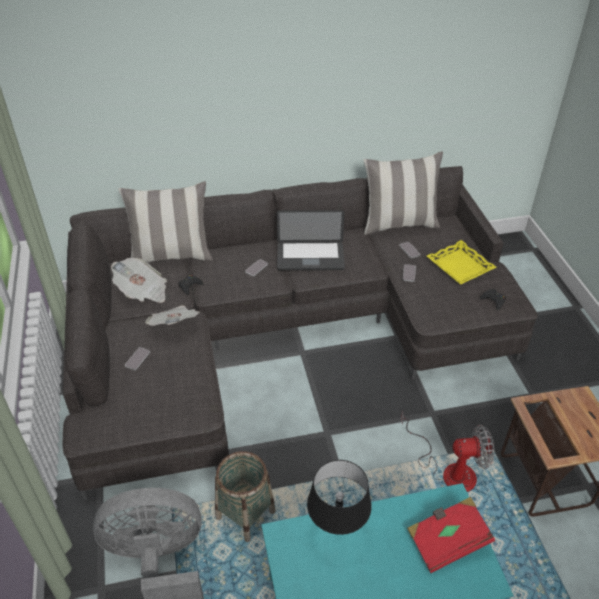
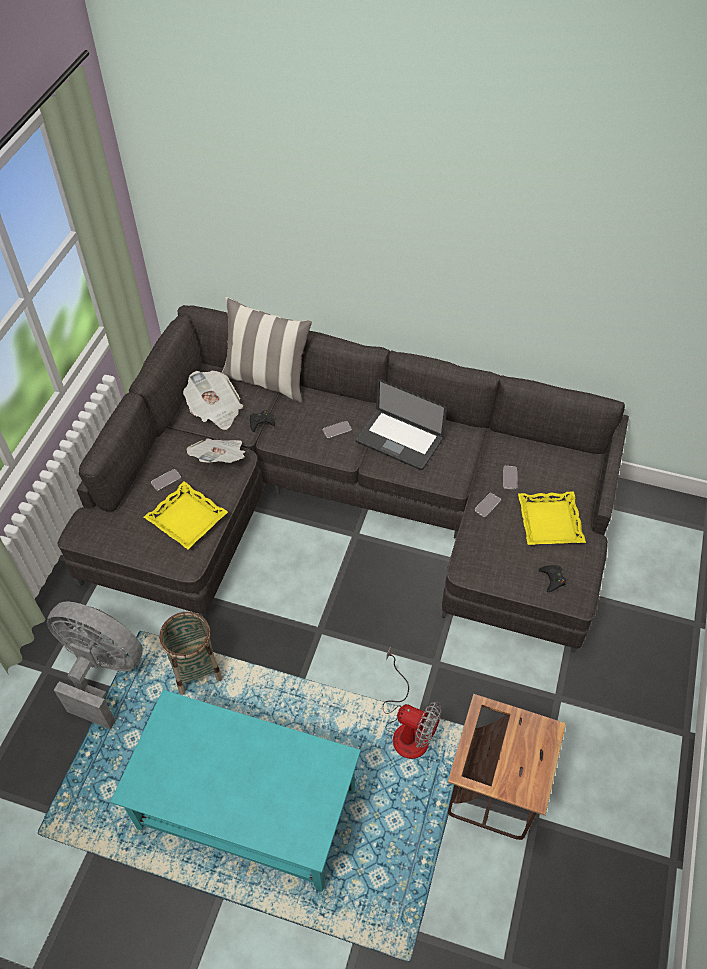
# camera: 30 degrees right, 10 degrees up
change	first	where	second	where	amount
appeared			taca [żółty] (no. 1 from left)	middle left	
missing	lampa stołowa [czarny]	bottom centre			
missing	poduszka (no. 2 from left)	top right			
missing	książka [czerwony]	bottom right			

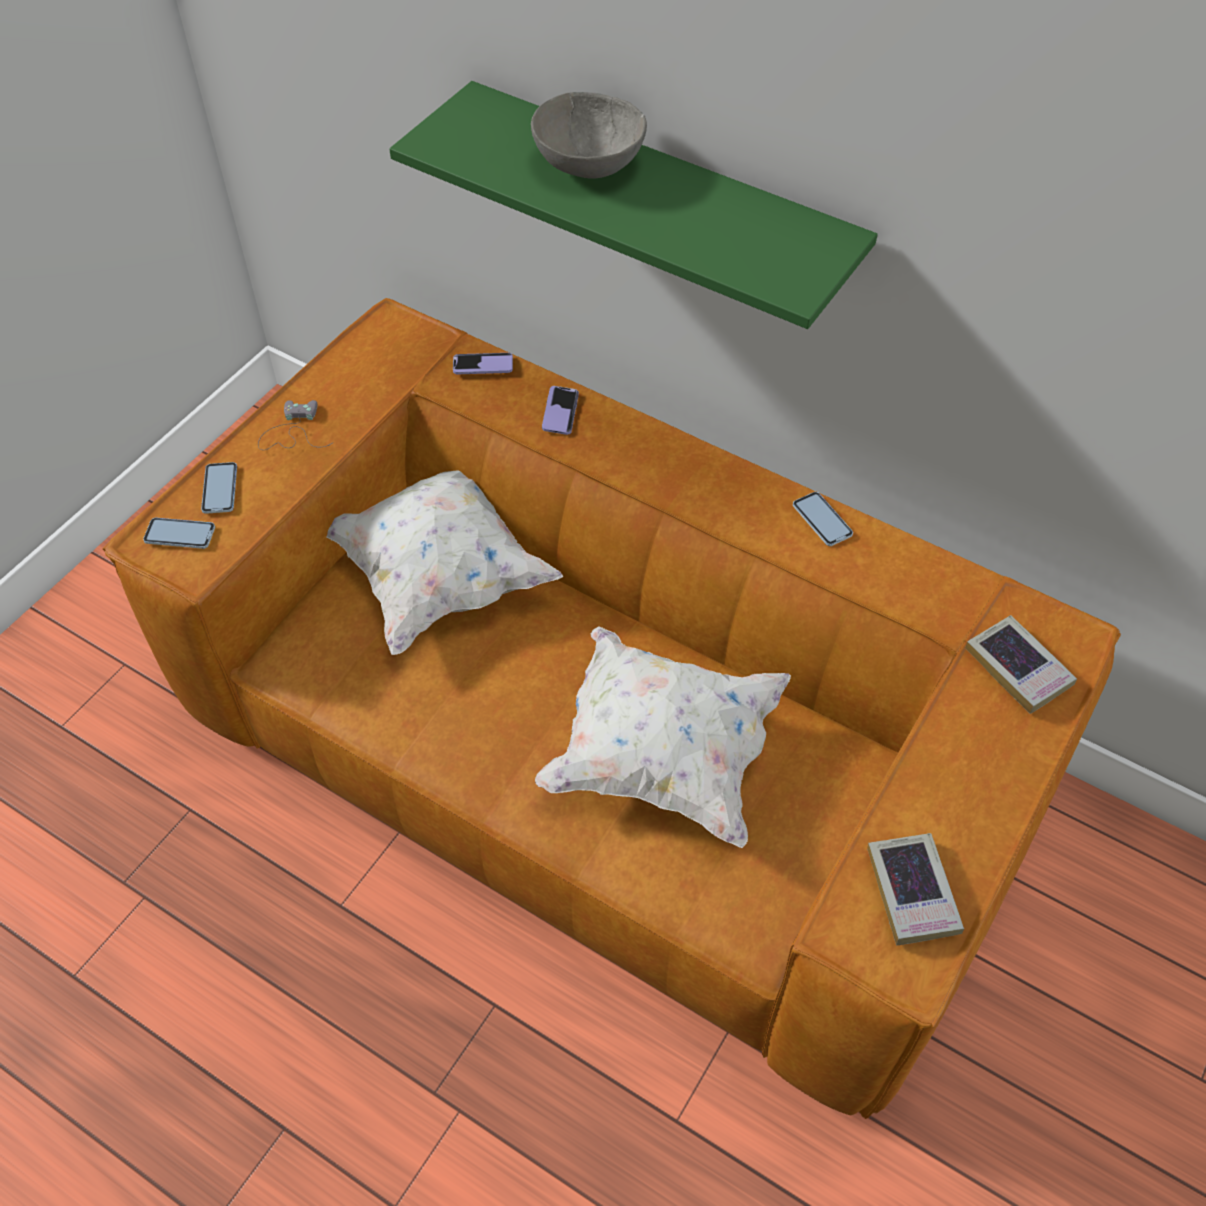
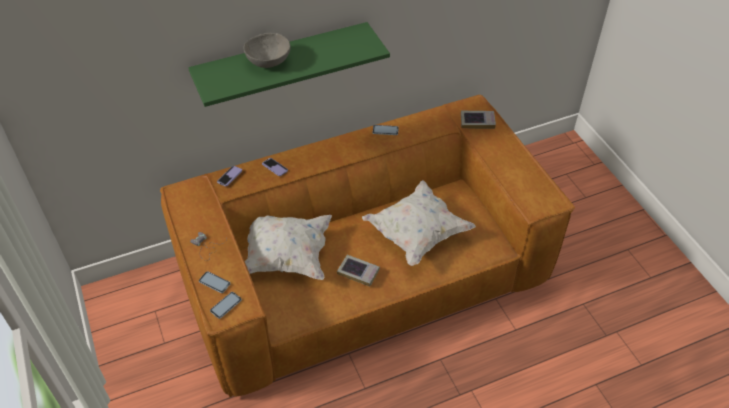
# camera: 55 degrees left, 5 degrees down
change	first	where	second	where	amount
relocated	książka (no. 1 from left)	bottom right		centre	

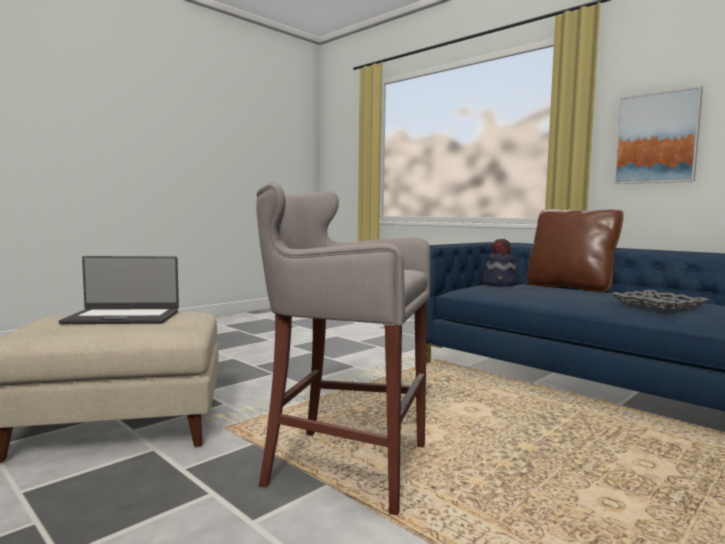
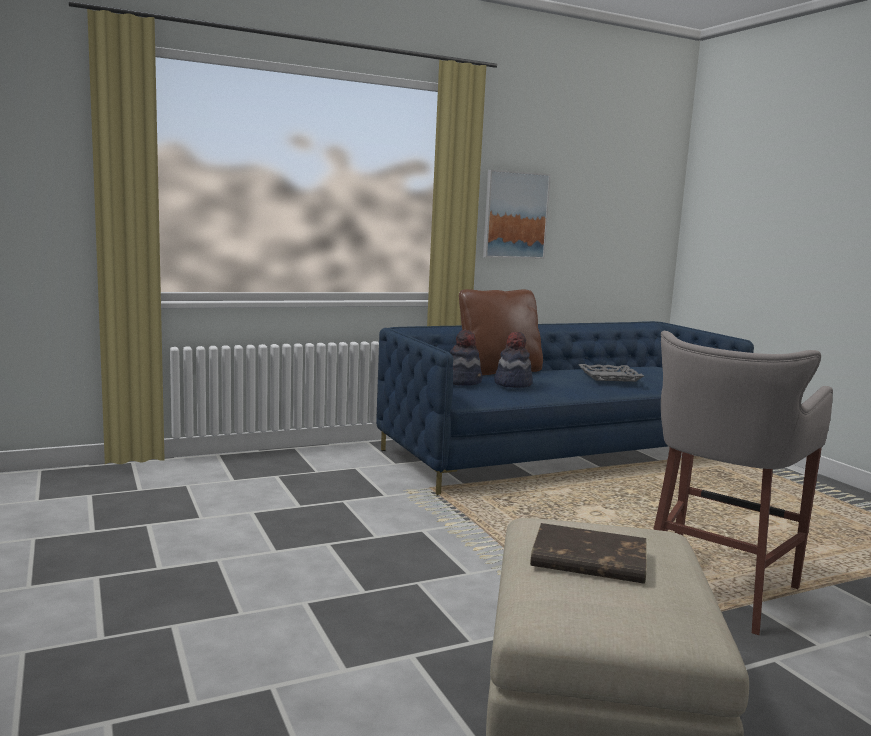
# camera: 70 degrees left, 5 degrees up
change	first	where	second	where	amount
appeared			kapelusz (no. 2 from left)	centre	
exchanged	laptop	middle left	książka [brązowy]	bottom right	

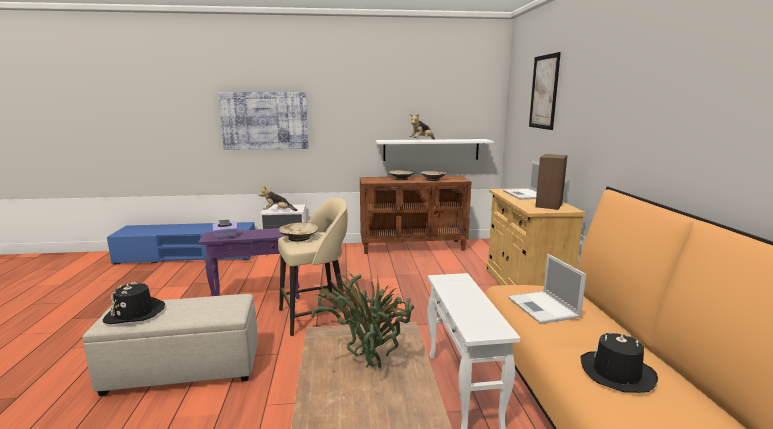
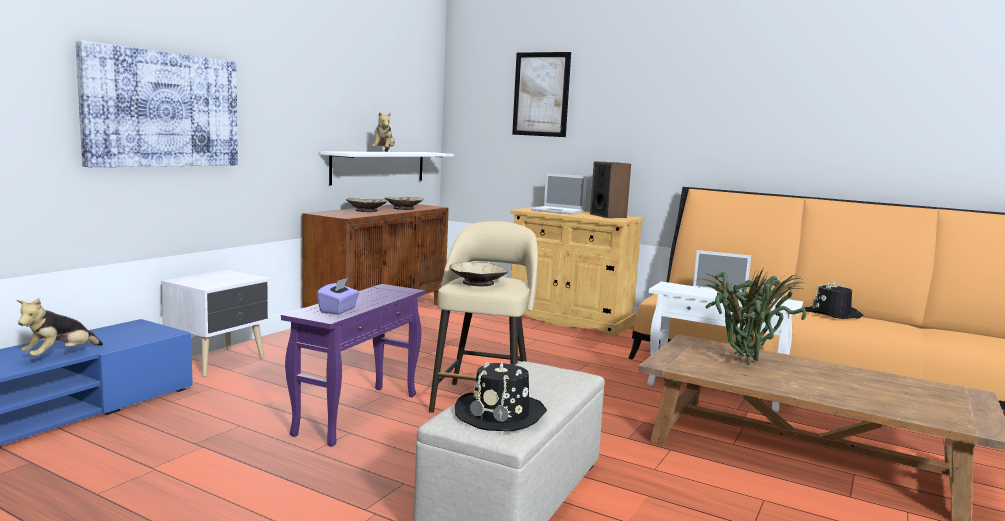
# camera: 55 degrees left, 5 degrees down
change	first	where	second	where	amount
relocated	pluszak (no. 1 from left)	centre		middle left	

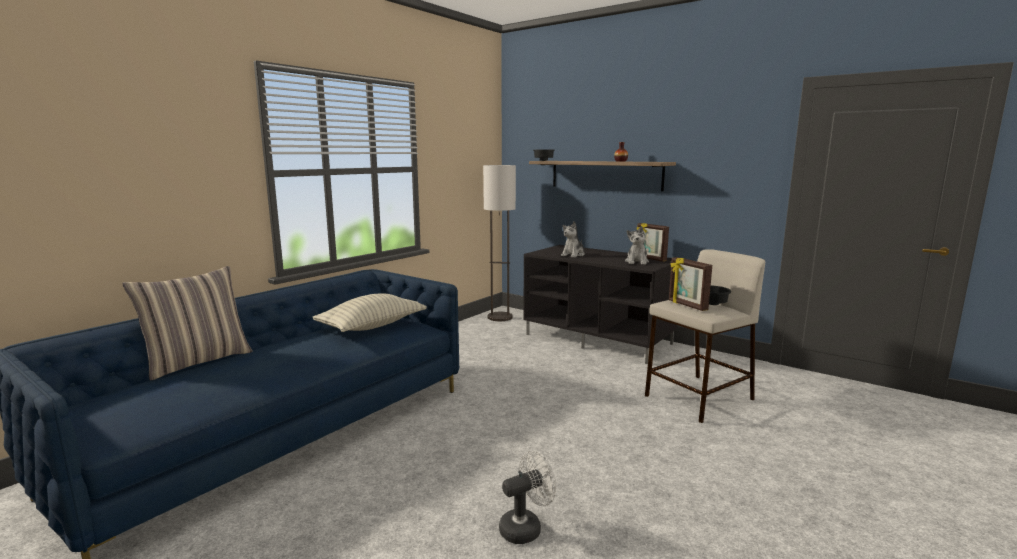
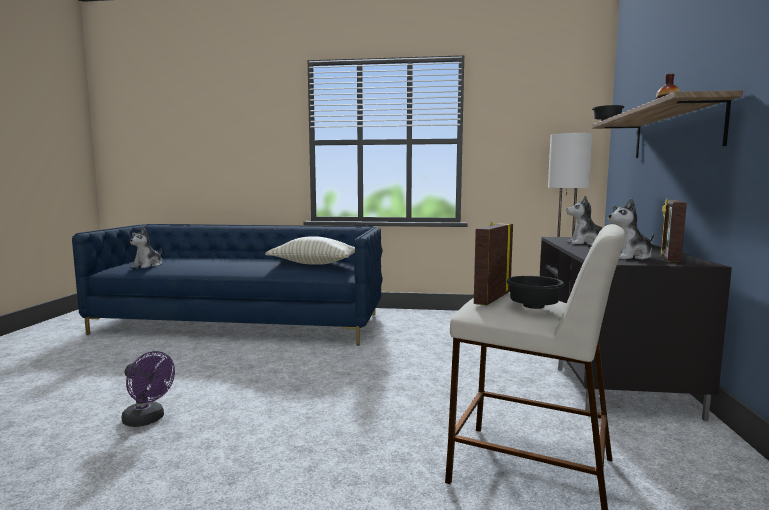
# camera: 60 degrees right, 5 degrees down
change	first	where	second	where	amount
colour	wentylator [biały]	bottom centre	wentylator [fioletowy]	bottom left	
appeared			pluszak (no. 1 from left)	middle left	
missing	poduszka (no. 1 from left)	middle left			

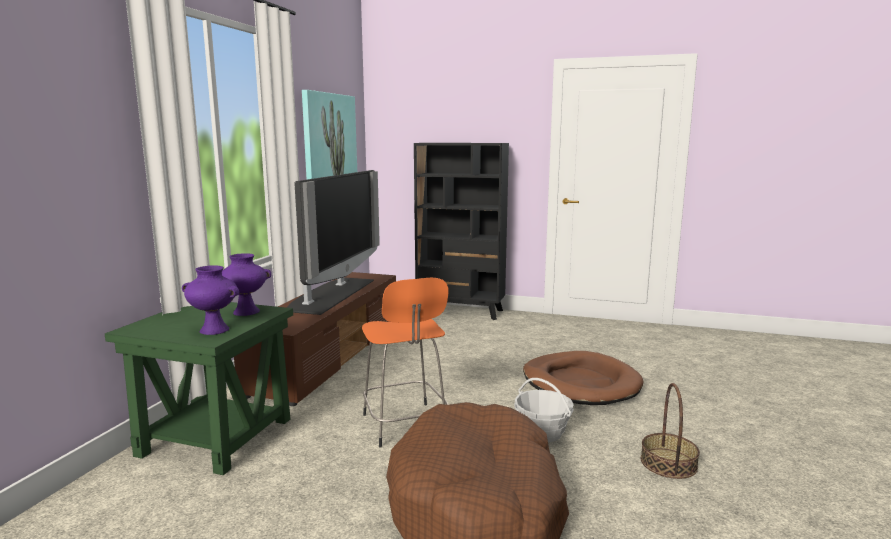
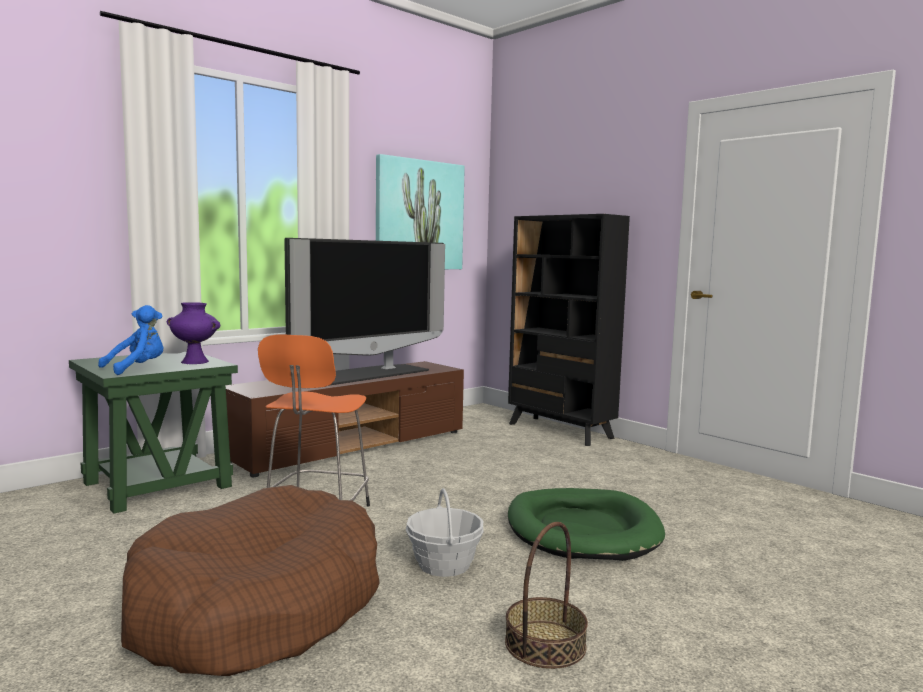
# camera: 30 degrees right, 5 degrees down
change	first	where	second	where	amount
exchanged	wazon [fioletowy] (no. 1 from left)	middle left	pluszak [niebieski]	middle left	
colour	legowisko [brązowy] (no. 2 from left)	bottom centre	legowisko [zielony]	bottom centre	

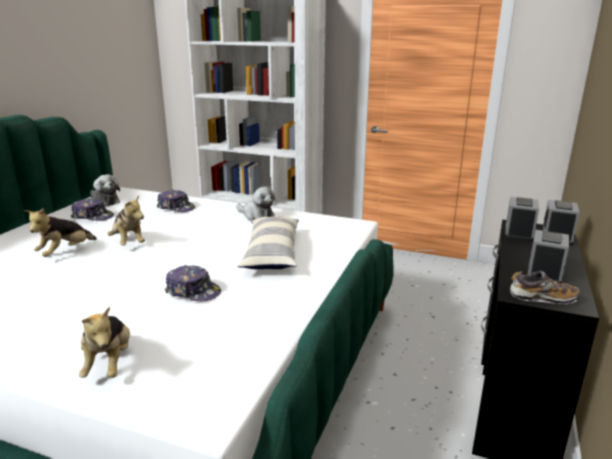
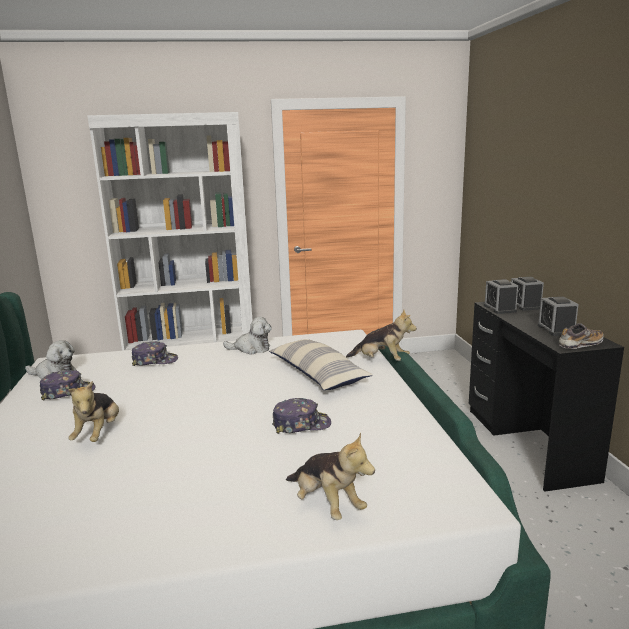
# camera: 30 degrees left, 5 degrees down
change	first	where	second	where	amount
relocated	pluszak (no. 4 from left in the first image)	middle left	pluszak (no. 5 from left)	centre	

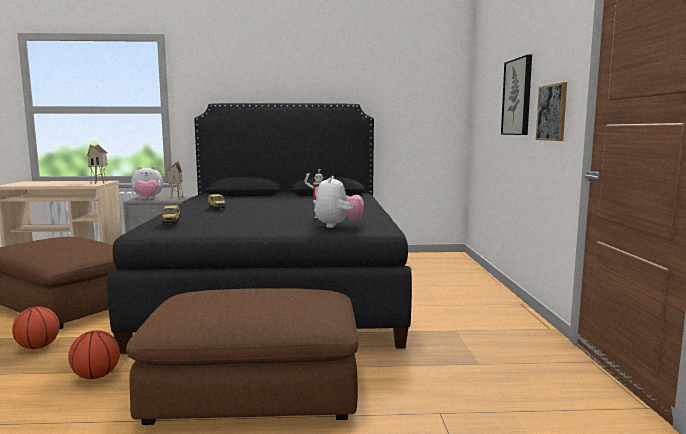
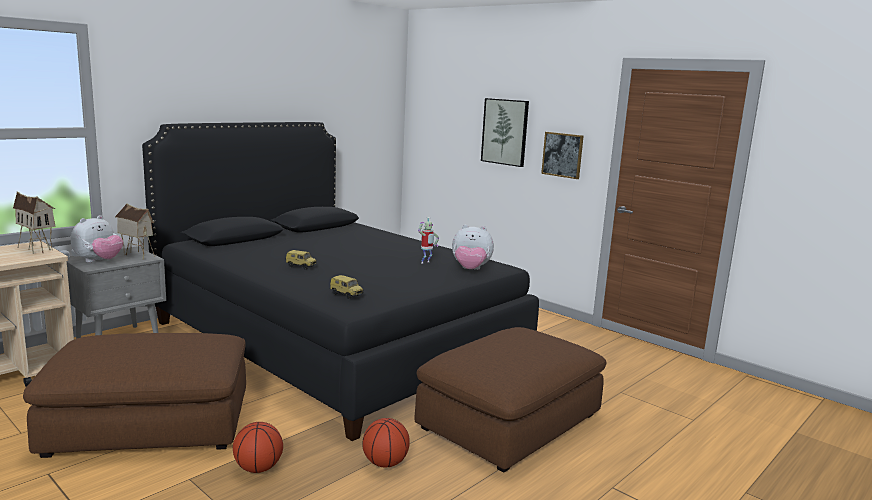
# camera: 45 degrees left, 5 degrees up
change	first	where	second	where	amount
spun	pluszak (no. 2 from left)	centre		centre	135 degrees clockwise

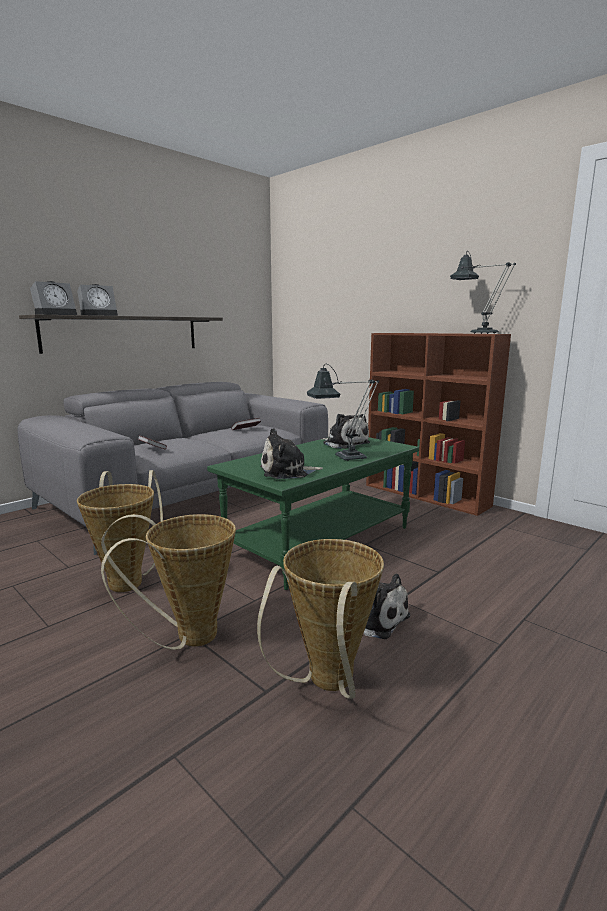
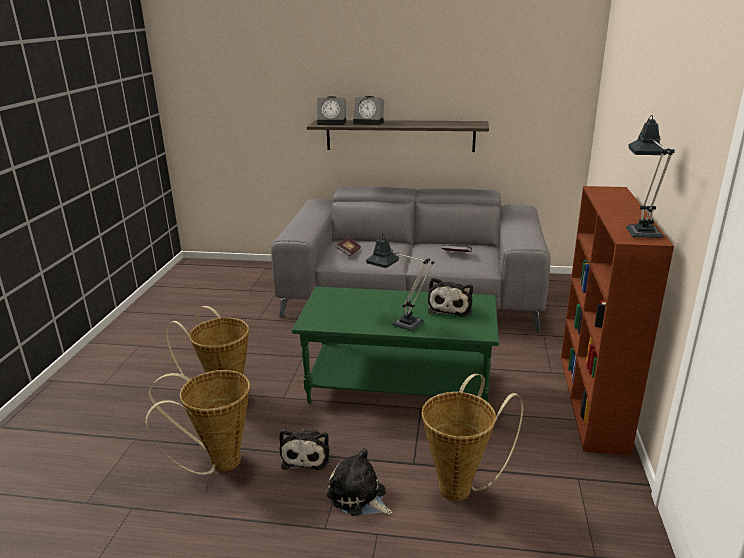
# camera: 55 degrees right, 10 degrees up
change	first	where	second	where	amount
relocated	pluszak (no. 1 from left in the first image)	centre	pluszak (no. 2 from left)	bottom centre	
relocated	koszyk (no. 1 from left in the first image)	middle left	koszyk (no. 3 from left)	bottom centre	

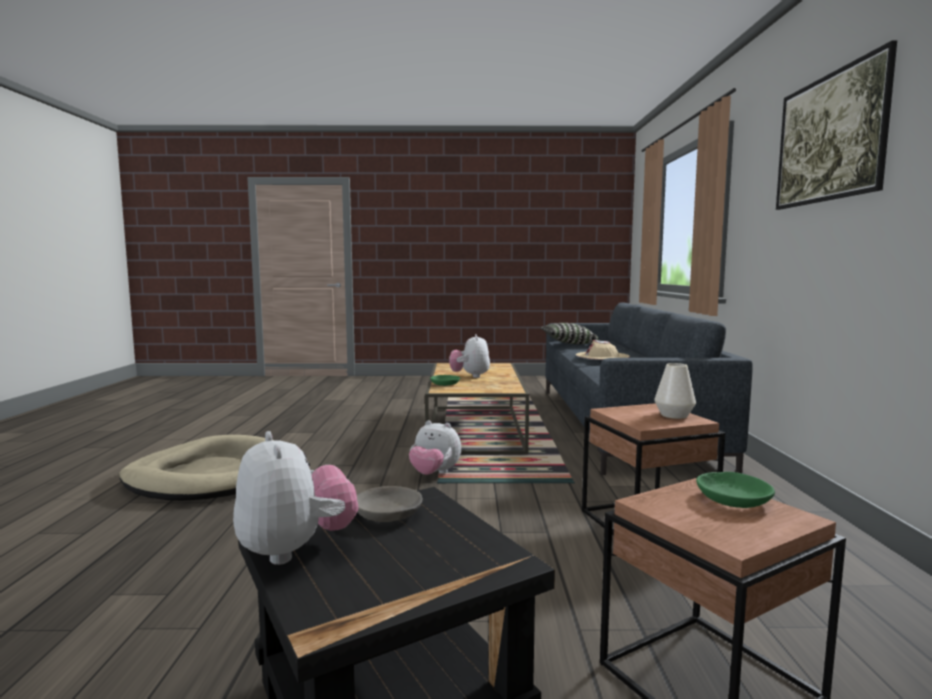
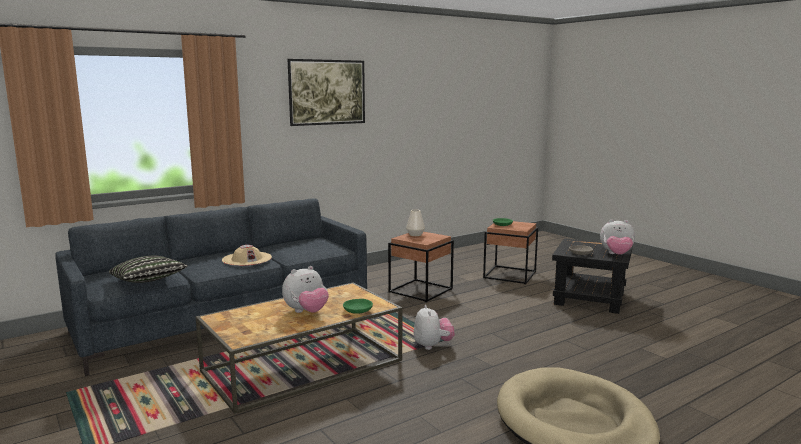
# camera: 125 degrees left, 5 degrees up
change	first	where	second	where	amount
spun	pluszak (no. 1 from left in the first image)	bottom left	pluszak (no. 3 from left)	middle right	105 degrees counterclockwise

